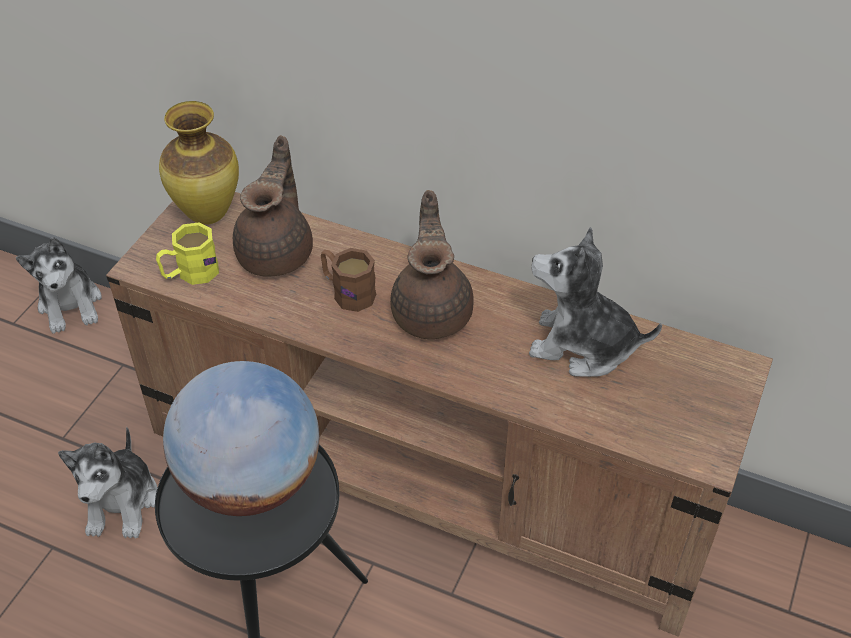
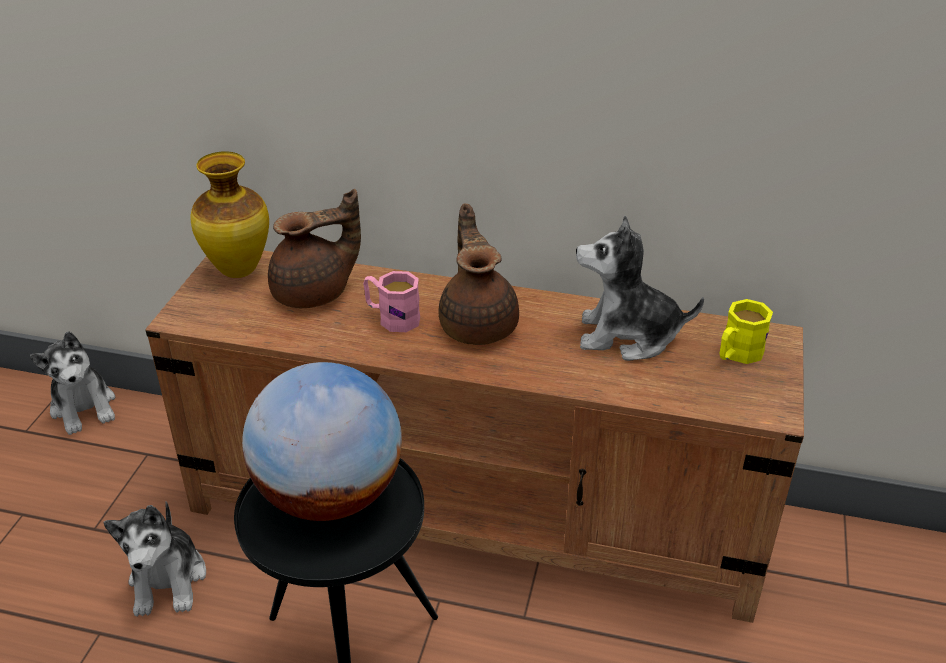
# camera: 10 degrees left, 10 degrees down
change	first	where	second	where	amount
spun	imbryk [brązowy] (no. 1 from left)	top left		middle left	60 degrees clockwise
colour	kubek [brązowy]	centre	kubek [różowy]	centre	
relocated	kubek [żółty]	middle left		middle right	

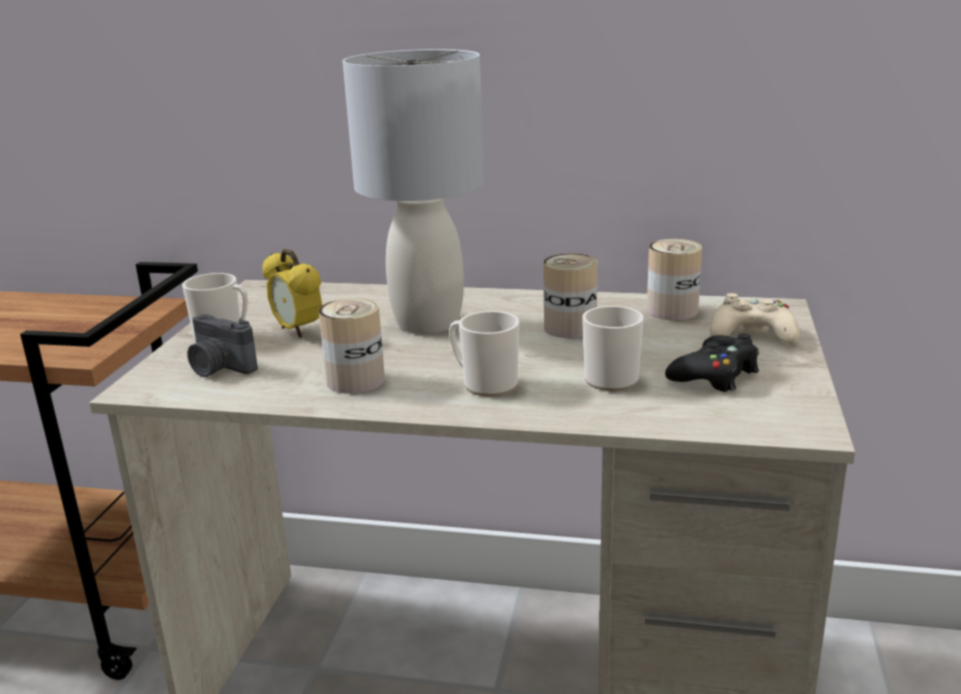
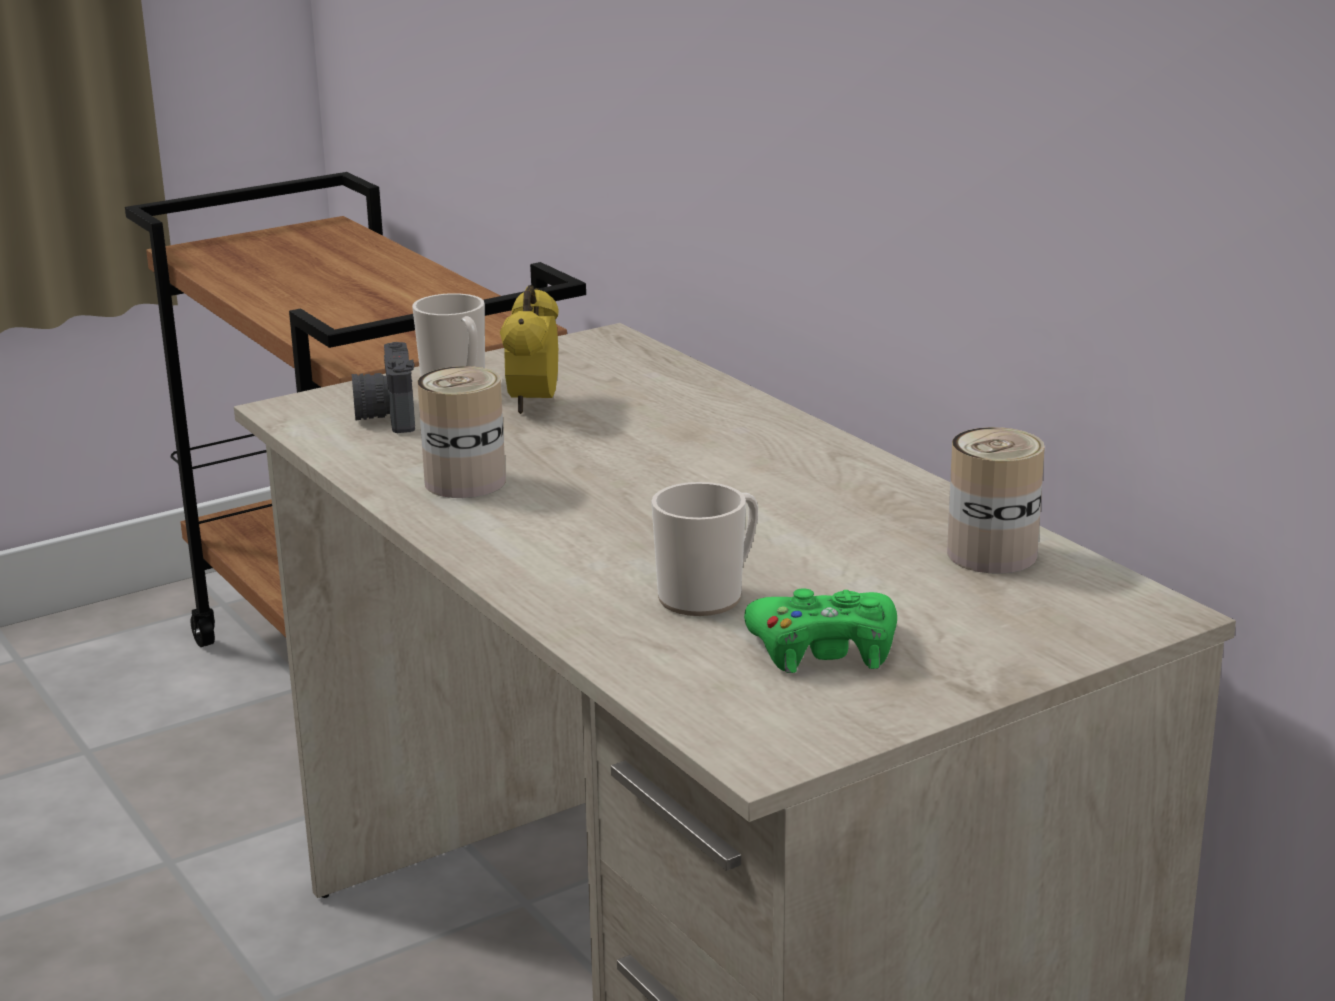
# camera: 45 degrees right, 0 degrees up
change	first	where	second	where	amount
colour	pad do gier [czarny]	middle right	pad do gier [zielony]	centre	
missing	lampa stołowa [szary]	top centre			
missing	kubek (no. 2 from left)	centre			
missing	puszka (no. 2 from left)	centre			
missing	pad do gier [beżowy]	middle right			

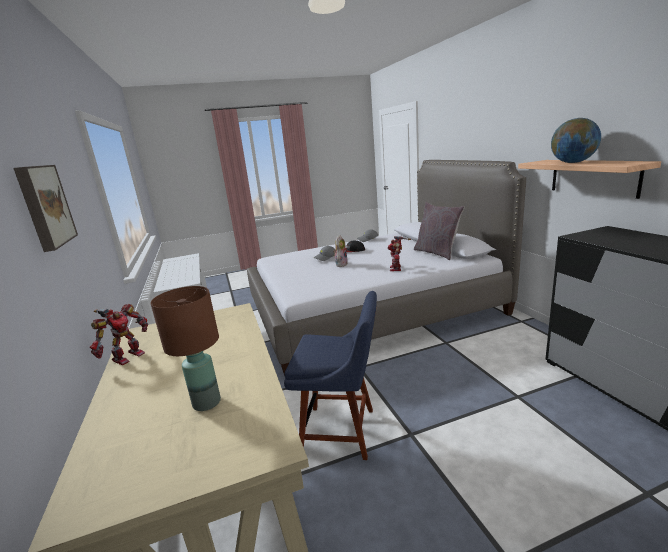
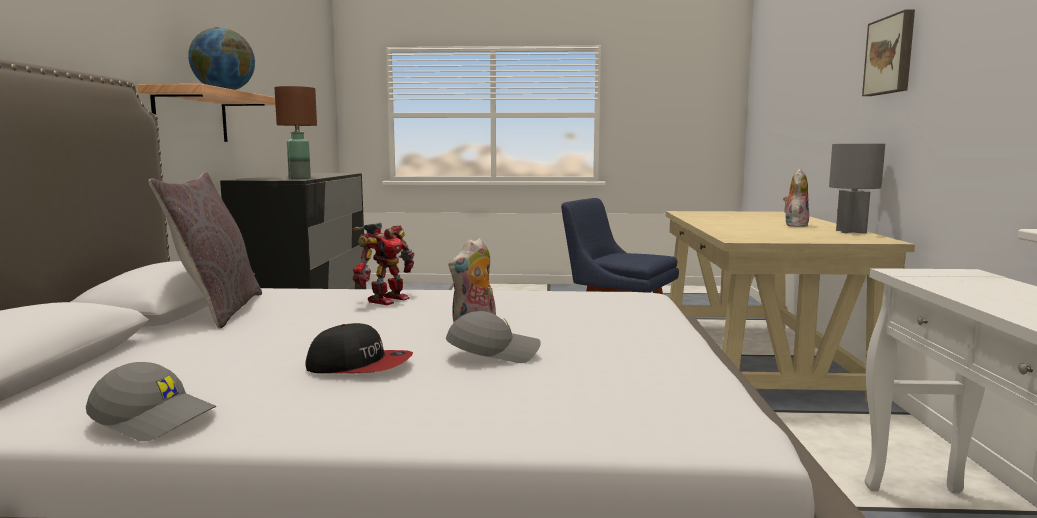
# camera: 160 degrees left, 10 degrees down
change	first	where	second	where	amount
relocated	lampa stołowa [brązowy]	middle left		top left	
appeared			pluszak (no. 2 from left)	middle right	
exchanged	robot zabawkowy (no. 1 from left)	middle left	lampa stołowa [szary]	middle right	

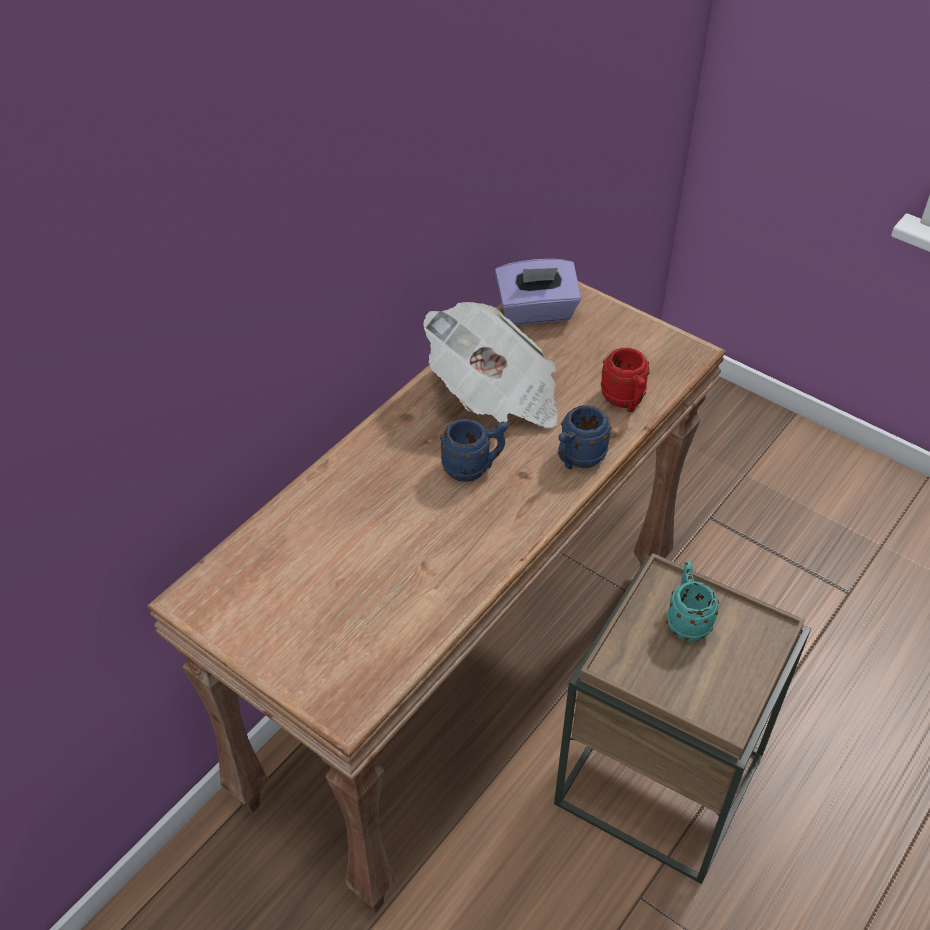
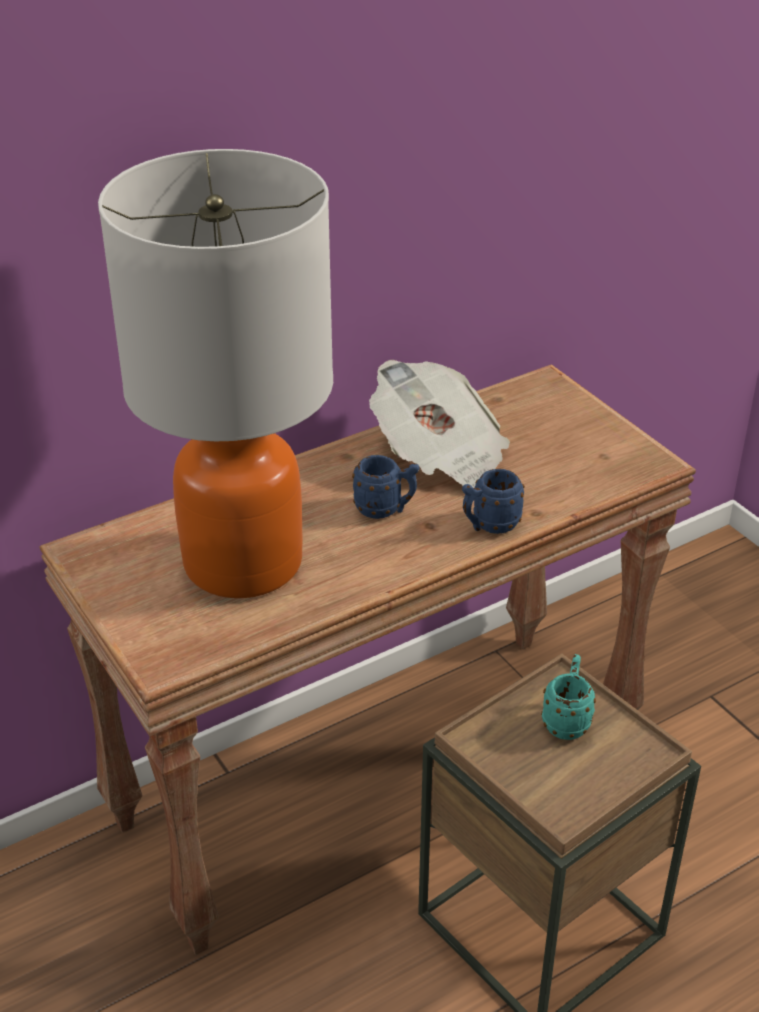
# camera: 20 degrees right, 10 degrees down
change	first	where	second	where	amount
appeared			lampa stołowa	middle left	
missing	pudełko chusteczek [fioletowy]	top centre			
missing	kubek [czerwony]	middle right			

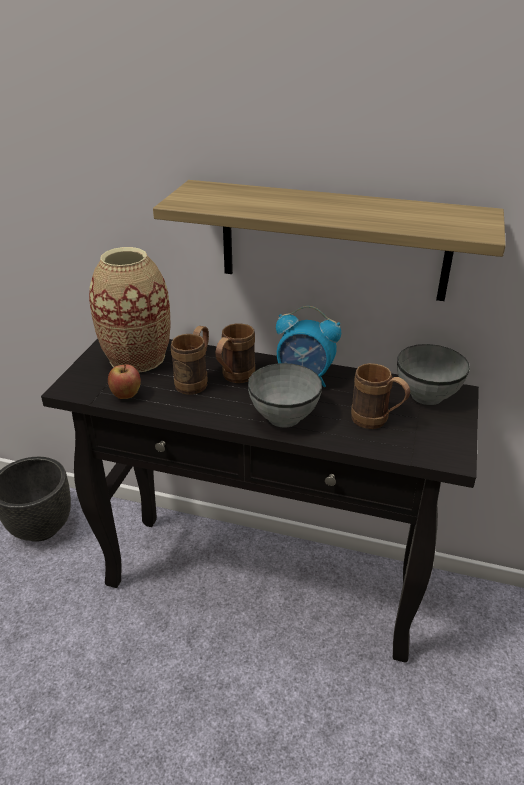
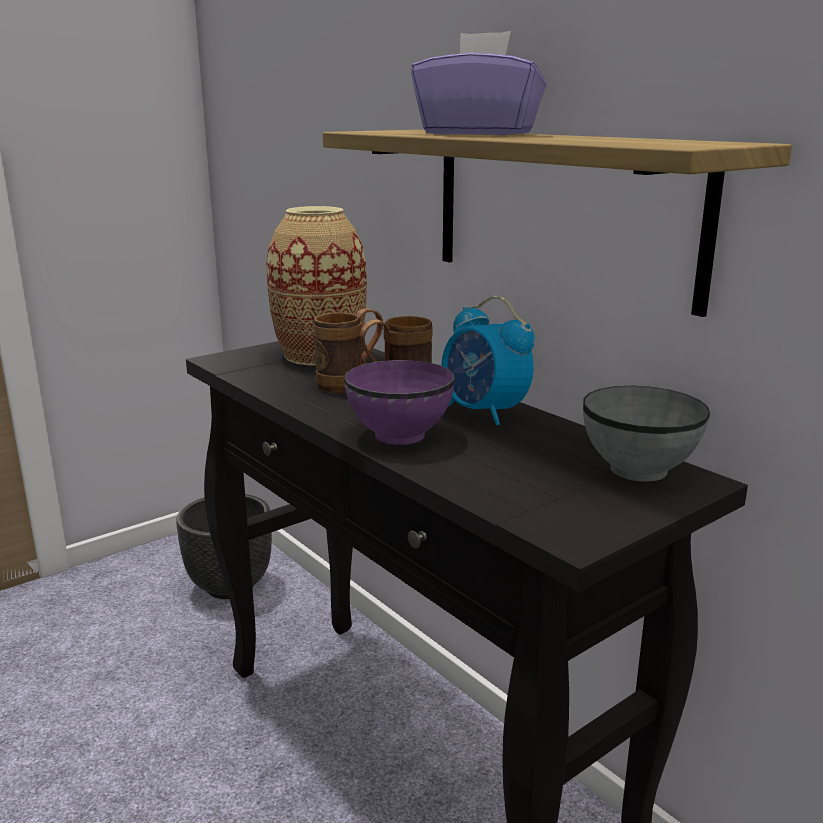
# camera: 35 degrees right, 15 degrees down
change	first	where	second	where	amount
colour	miska [szary] (no. 1 from left)	centre	miska [fioletowy]	centre	
appeared			pudełko chusteczek [fioletowy]	top centre	
missing	jabłko	middle left			
missing	kubek [brązowy] (no. 3 from left)	middle right			

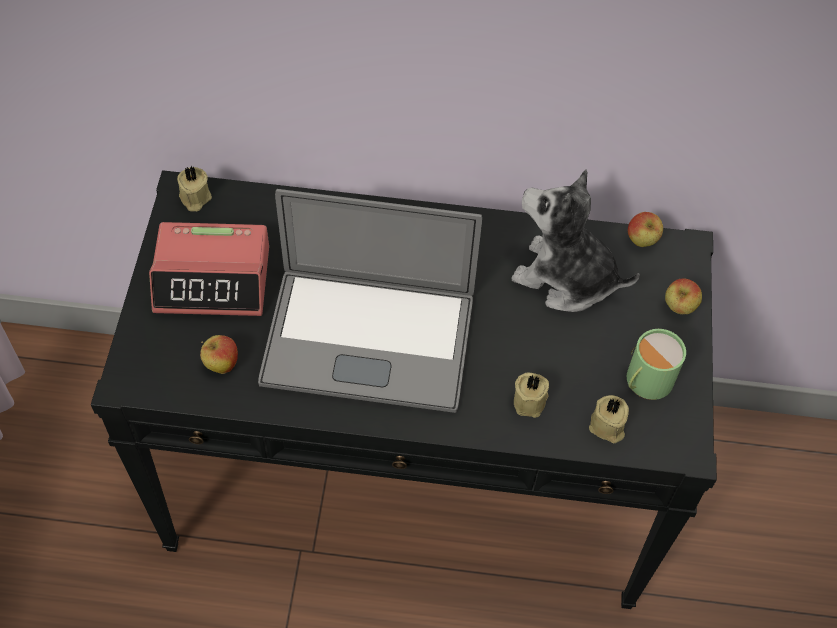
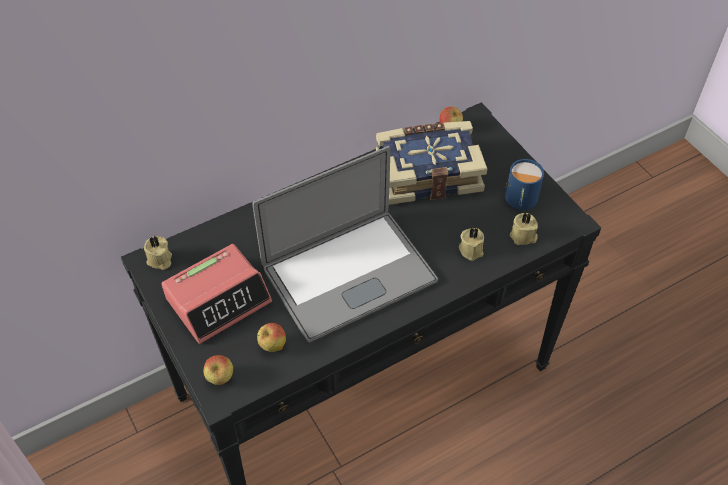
# camera: 35 degrees left, 5 degrees down
change	first	where	second	where	amount
relocated	jabłko (no. 3 from left in the first image)	middle right	jabłko (no. 1 from left)	bottom left	
exchanged	pluszak	middle right	książka	centre	
colour	kubek [zielony]	middle right	kubek [niebieski]	middle right	

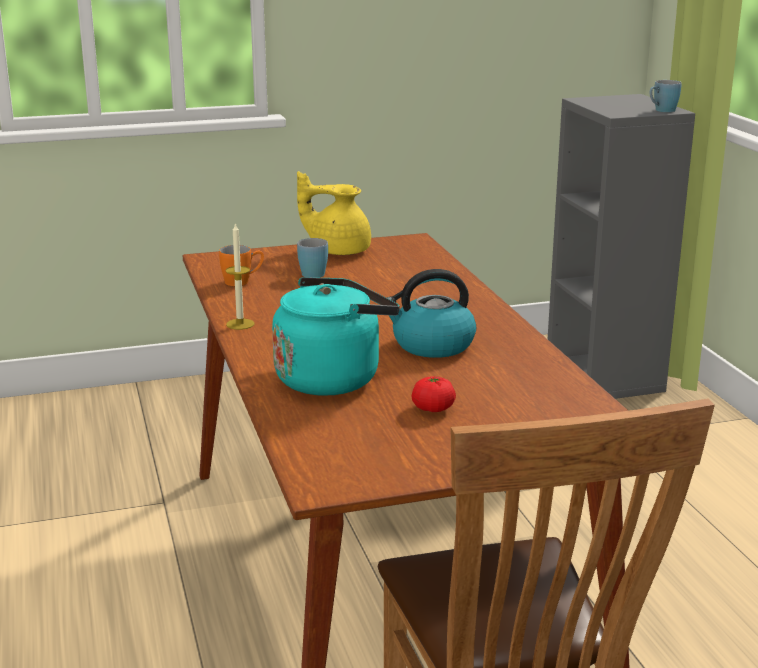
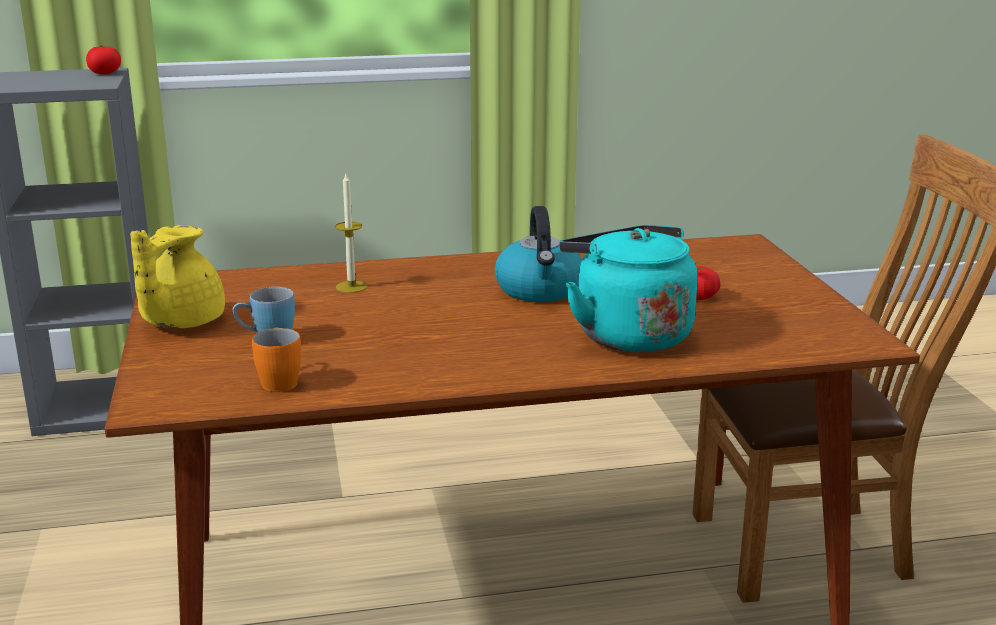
# camera: 85 degrees left, 0 degrees up
change	first	where	second	where	amount
exchanged	kubek [niebieski] (no. 2 from left)	top right	pomidor (no. 1 from left)	top left	
relocated	świeca	middle left		centre	

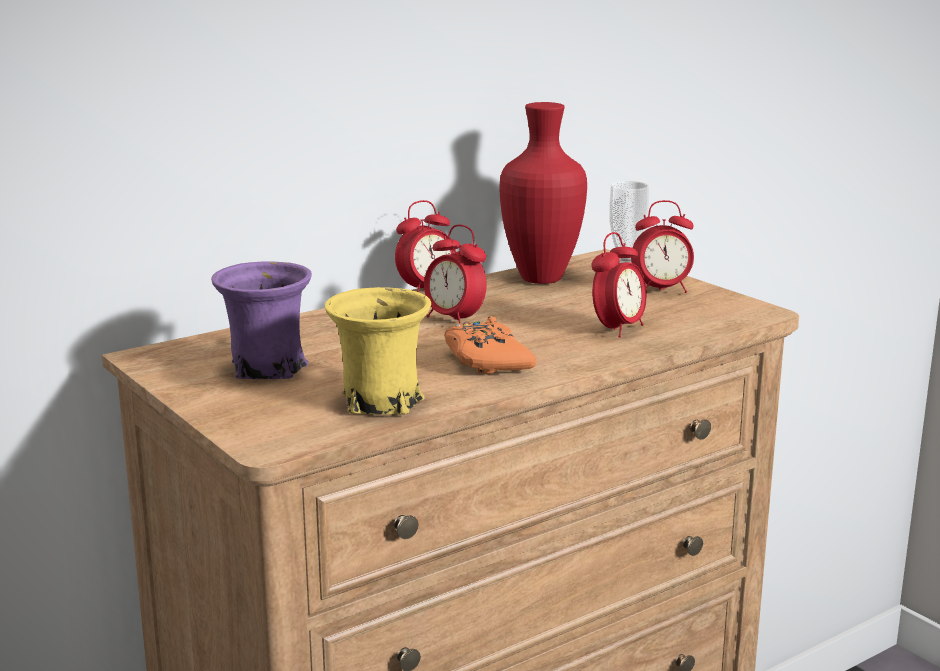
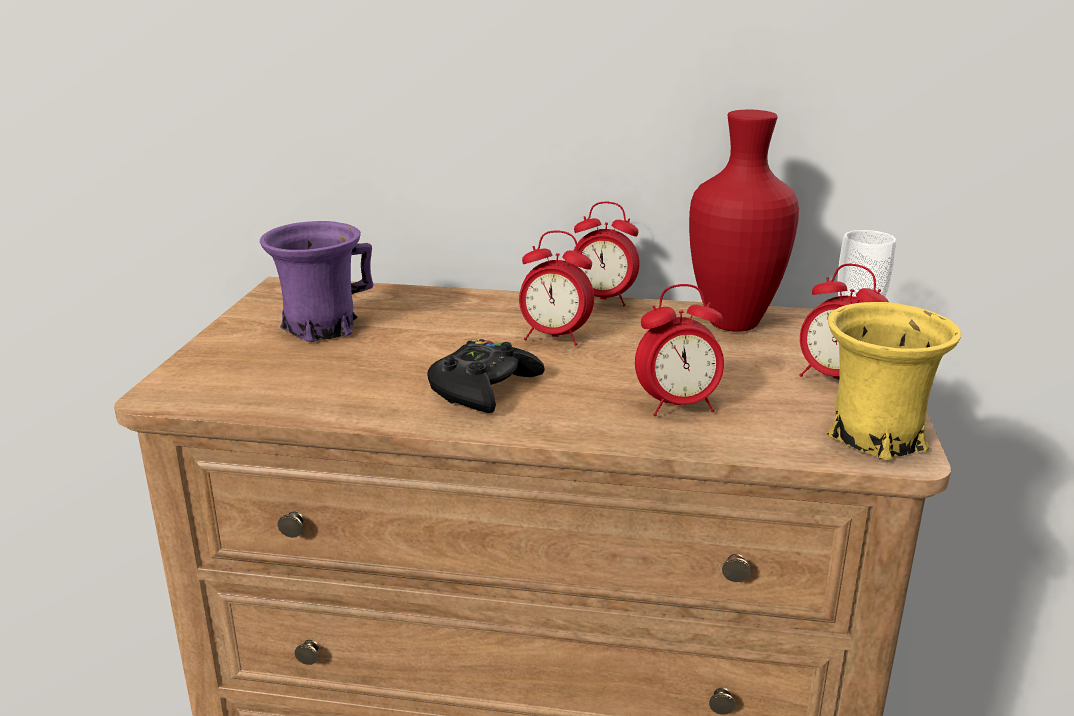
# camera: 45 degrees right, 5 degrees up
change	first	where	second	where	amount
colour	pad do gier [pomarańczowy]	centre	pad do gier [czarny]	centre	
spun	budzik (no. 2 from left in the first image)	centre	budzik (no. 1 from left)	centre	75 degrees counterclockwise
relocated	kubek [żółty]	centre		middle right	

